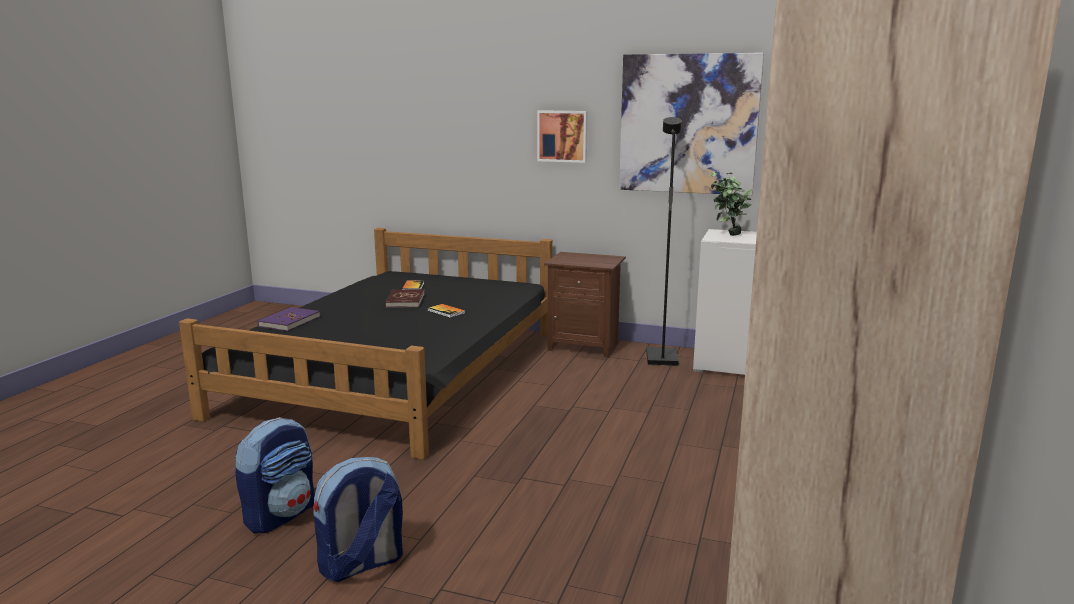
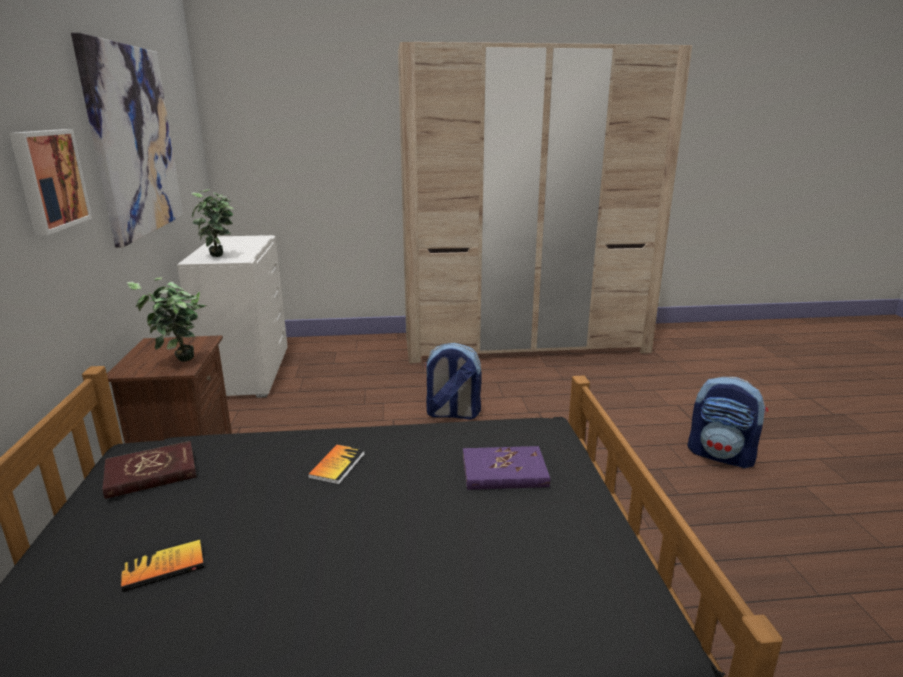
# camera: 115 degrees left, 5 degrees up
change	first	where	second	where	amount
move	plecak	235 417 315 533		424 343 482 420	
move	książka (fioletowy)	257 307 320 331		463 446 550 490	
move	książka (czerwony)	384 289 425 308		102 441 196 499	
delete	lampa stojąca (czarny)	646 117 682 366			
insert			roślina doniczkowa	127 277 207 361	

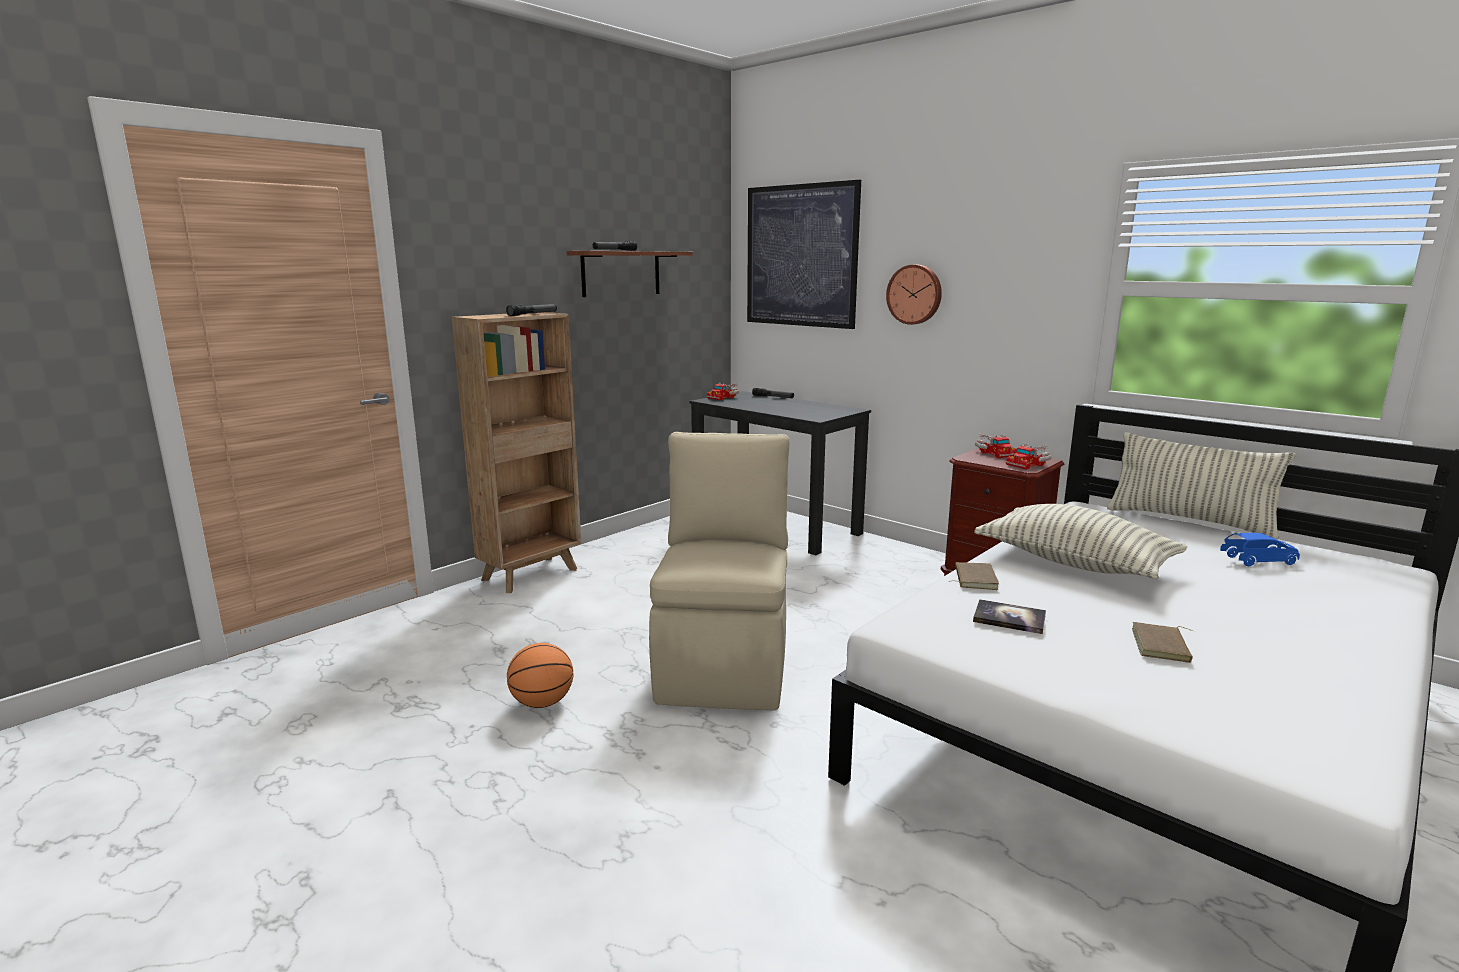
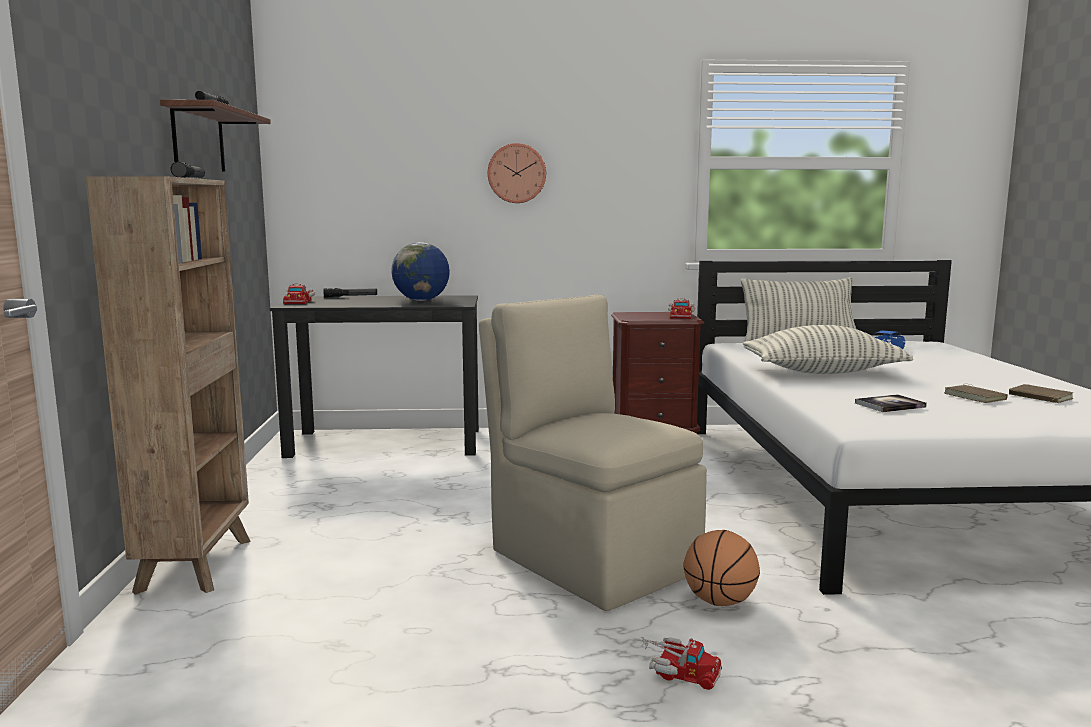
# camera: 45 degrees left, 5 degrees down
change	first	where	second	where	amount
move	piłka do koszykówki	507 643 574 708		683 530 760 606	
delete	obraz	747 180 861 329			
move	książka (brązowy)	948 562 999 590		1009 384 1074 403	
move	ciężarówka zabawkowa	975 434 1017 458		639 637 722 690	
insert			globus	391 242 450 301	

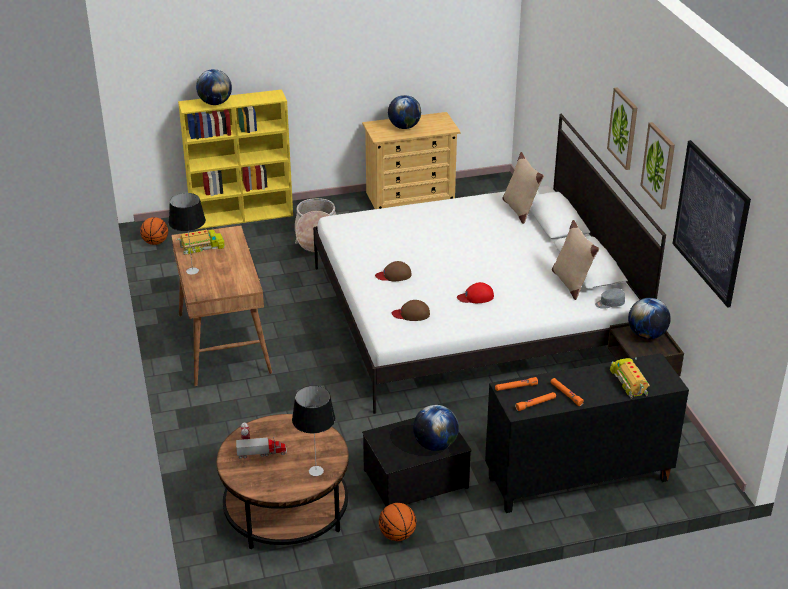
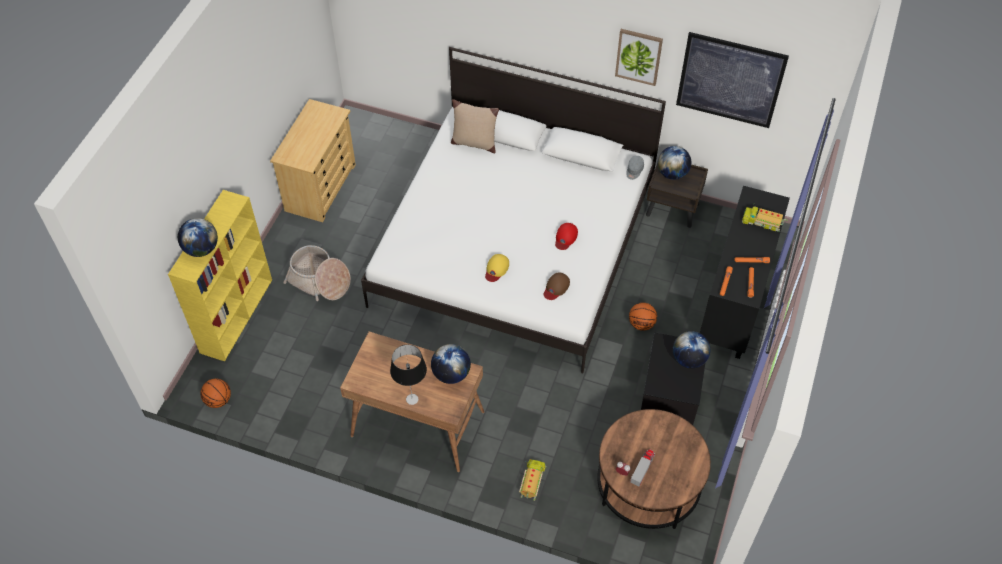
# camera: 55 degrees left, 20 degrees up
change	first	where	second	where	amount
move	ciężarówka zabawkowa	176 227 225 255		519 459 547 501	
delete	lampa stołowa	292 386 335 476			
recolor	czapka z daszkiem (brązowy)	375 261 412 281	czapka z daszkiem (żółty)	485 254 509 282	
move	piłka do koszykówki	379 503 416 541		629 302 657 331	
move	globus	388 95 421 129		431 344 471 384	
delete	poduszka (beżowy)	552 220 599 300			
delete	obraz	607 87 637 170			

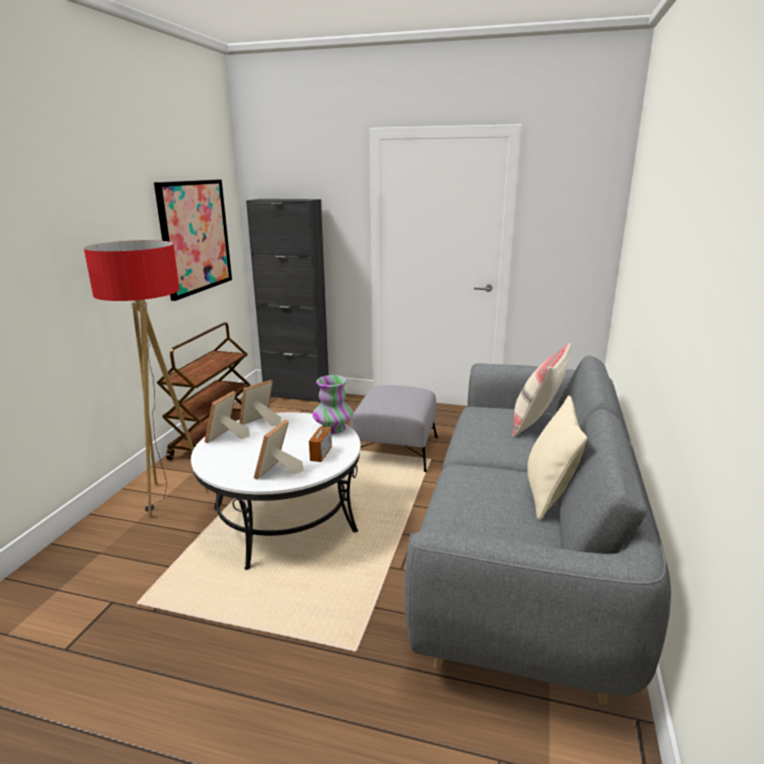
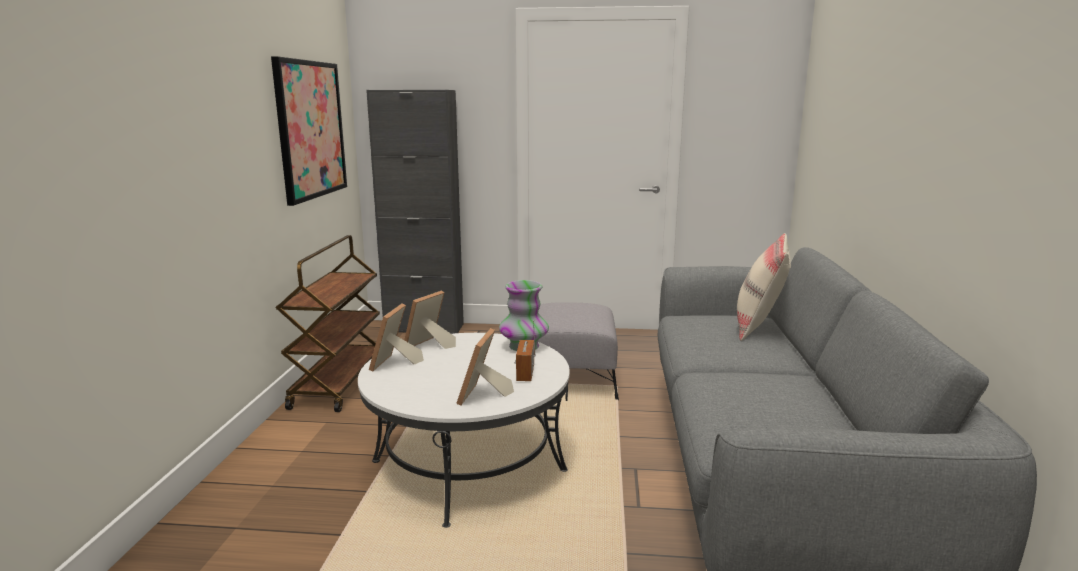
# camera: 10 degrees left, 5 degrees down
change	first	where	second	where	amount
delete	lampa stojąca	84 240 208 518			
delete	poduszka (beżowy)	527 395 587 521			

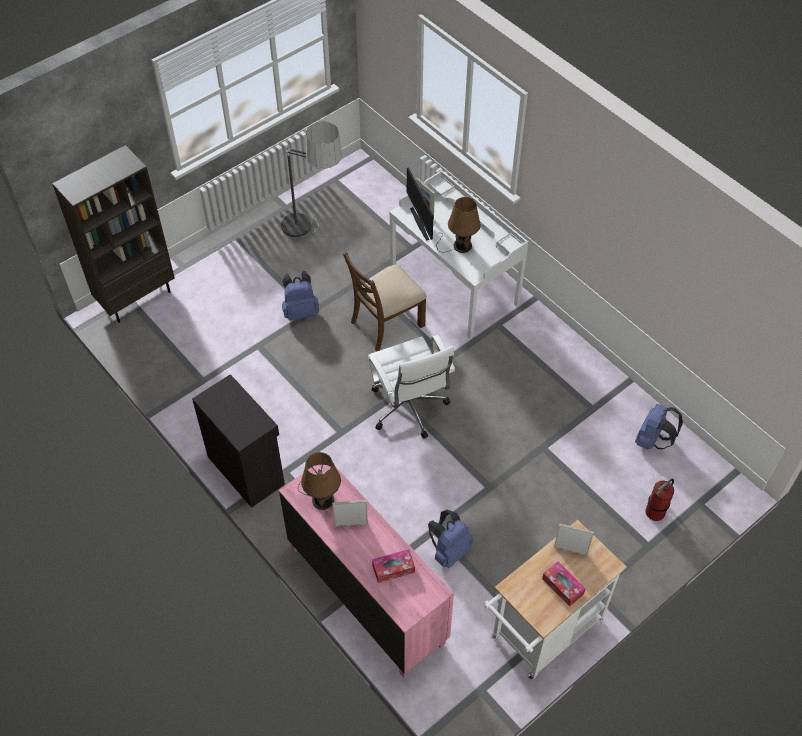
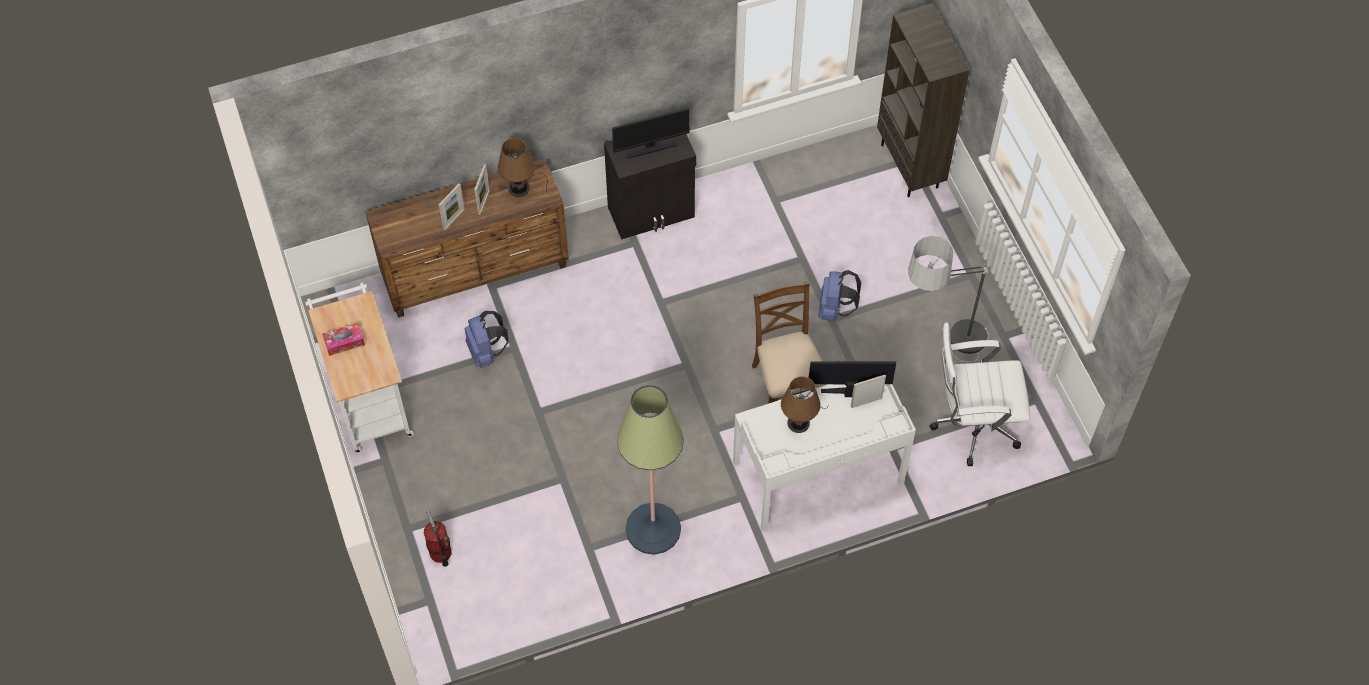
# camera: 110 degrees right, 5 degrees up
change	first	where	second	where	amount
recolor	komoda (różowy)	279 465 454 677	komoda (brązowy)	365 159 569 318	
move	krzesło biurowe (biały)	368 335 455 438		930 323 1030 466	
delete	pudełko chusteczek	372 549 415 583			
move	ramka na zdjęcie	554 524 594 555		439 183 465 230	
delete	plecak (niebieski)	635 404 683 450			
insert			monitor	612 108 689 158	
insert			lampa stojąca	617 385 684 555	

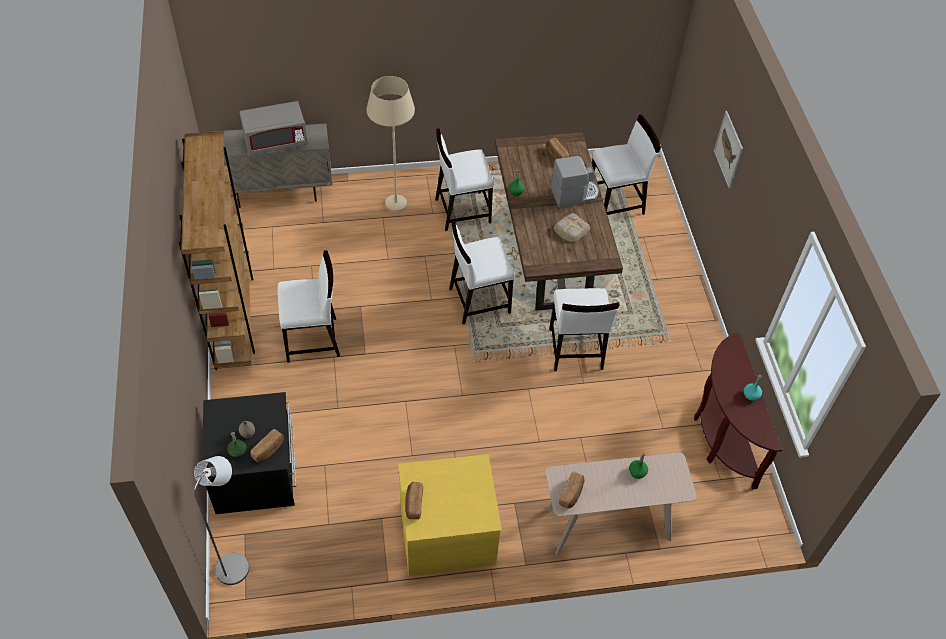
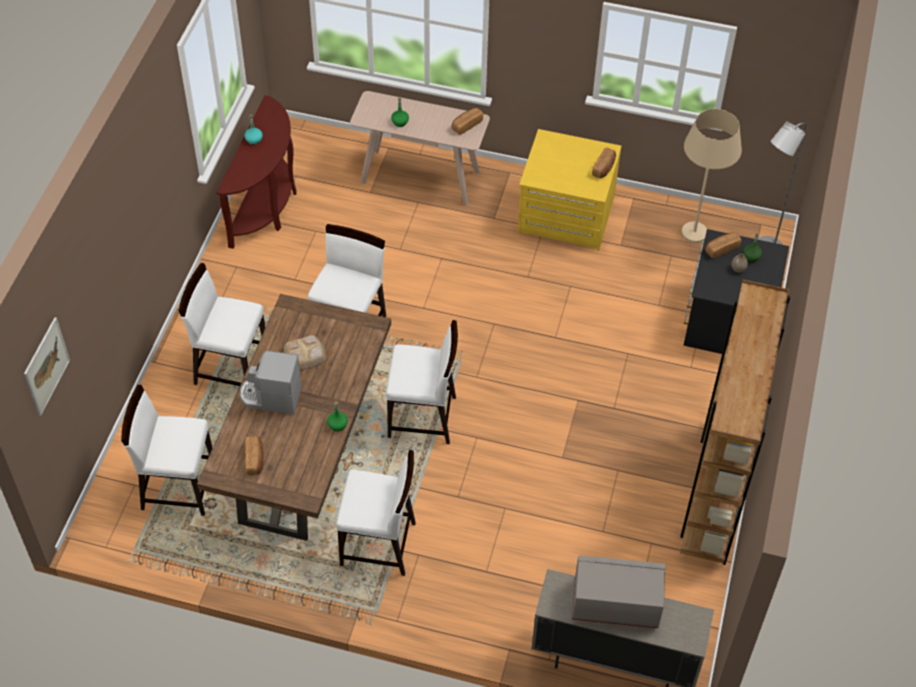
# camera: 155 degrees left, 0 degrees up
change	first	where	second	where	amount
move	krzesło (biały)	277 250 340 363		179 263 265 386	
move	lampa stojąca (beżowy)	367 76 415 212		682 109 742 243	
move	obraz	714 111 743 188		24 317 70 416	

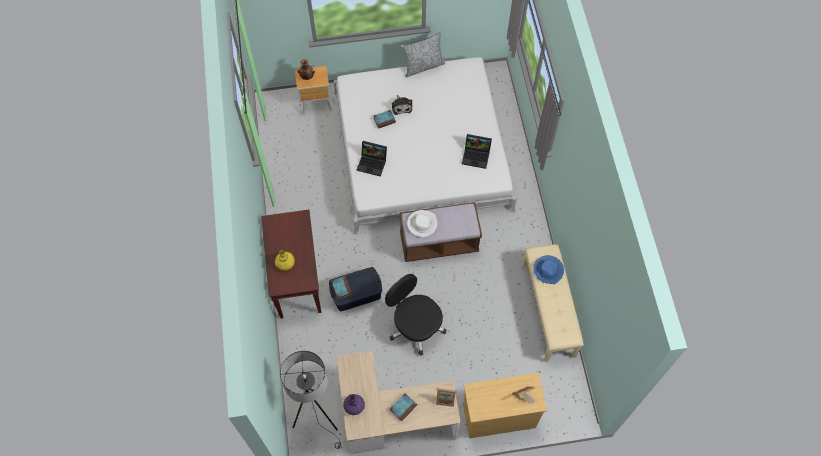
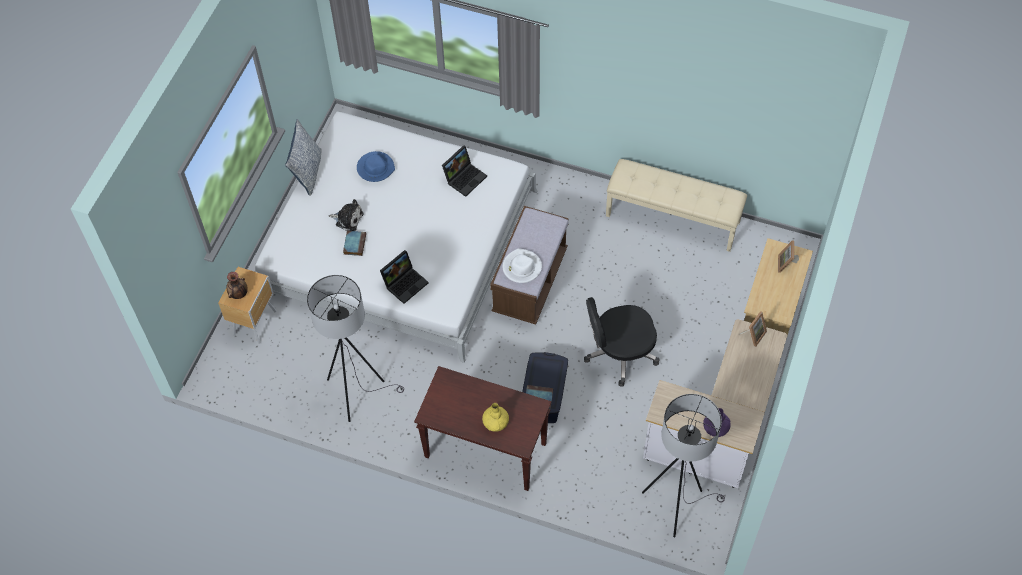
# camera: 60 degrees left, 5 degrees down
change	first	where	second	where	amount
delete	książka	390 393 417 421			
move	kapelusz (niebieski)	533 255 564 284		357 151 395 182	
insert			lampa stojąca (szary)	307 275 404 422	

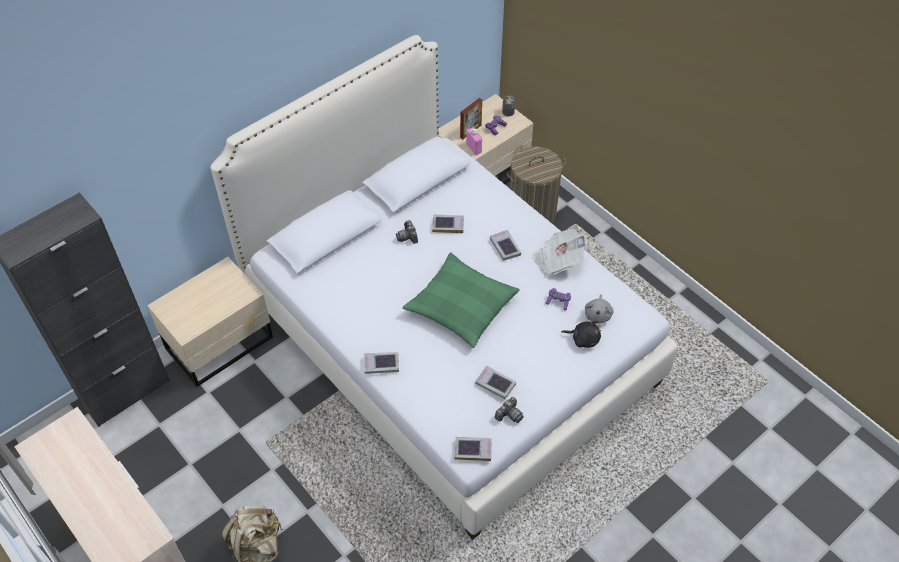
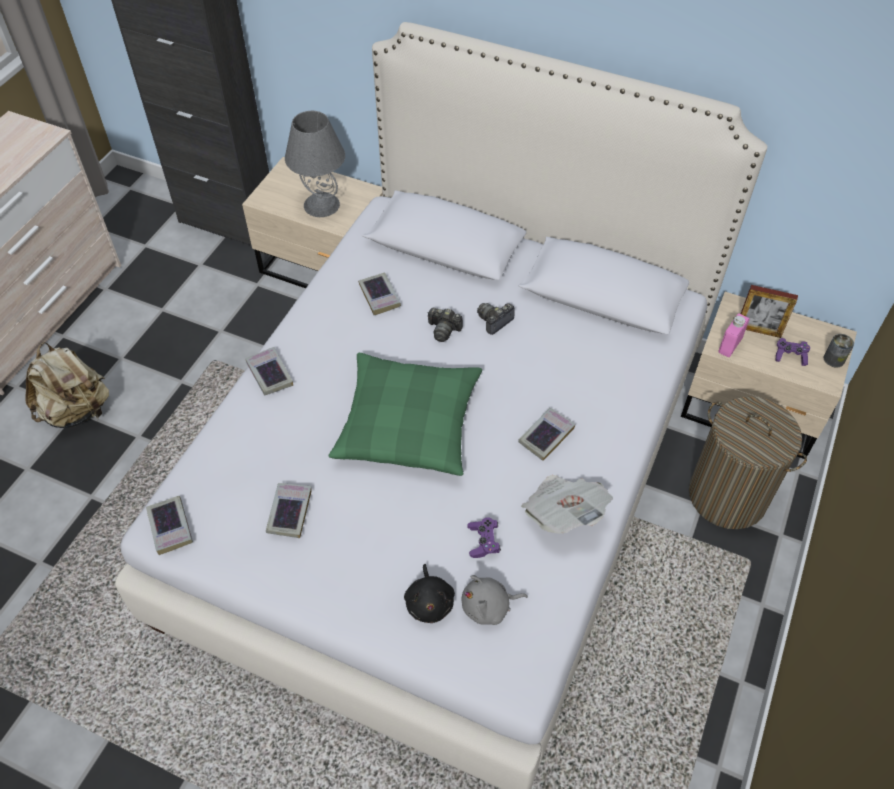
# camera: 65 degrees right, 0 degrees up
change	first	where	second	where	amount
move	książka	432 215 464 233		358 272 401 315	
move	aparat fotograficzny	495 397 524 423		427 308 463 342	
insert			lampa stołowa (szary)	285 111 345 217	

